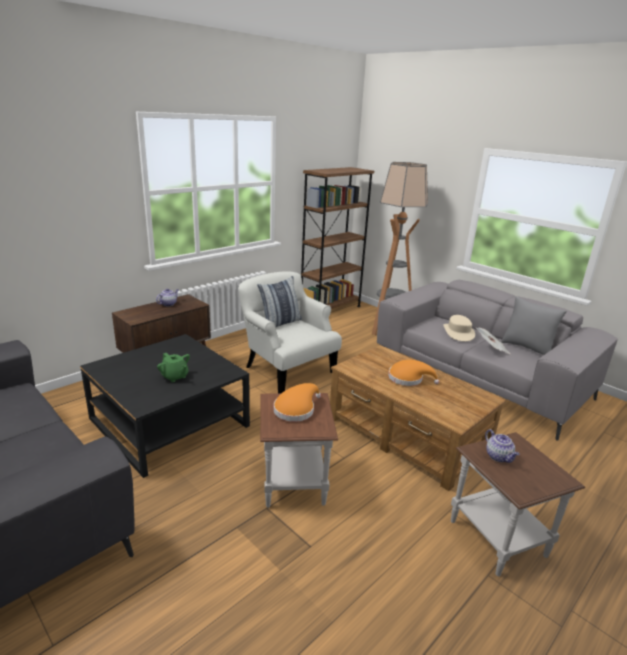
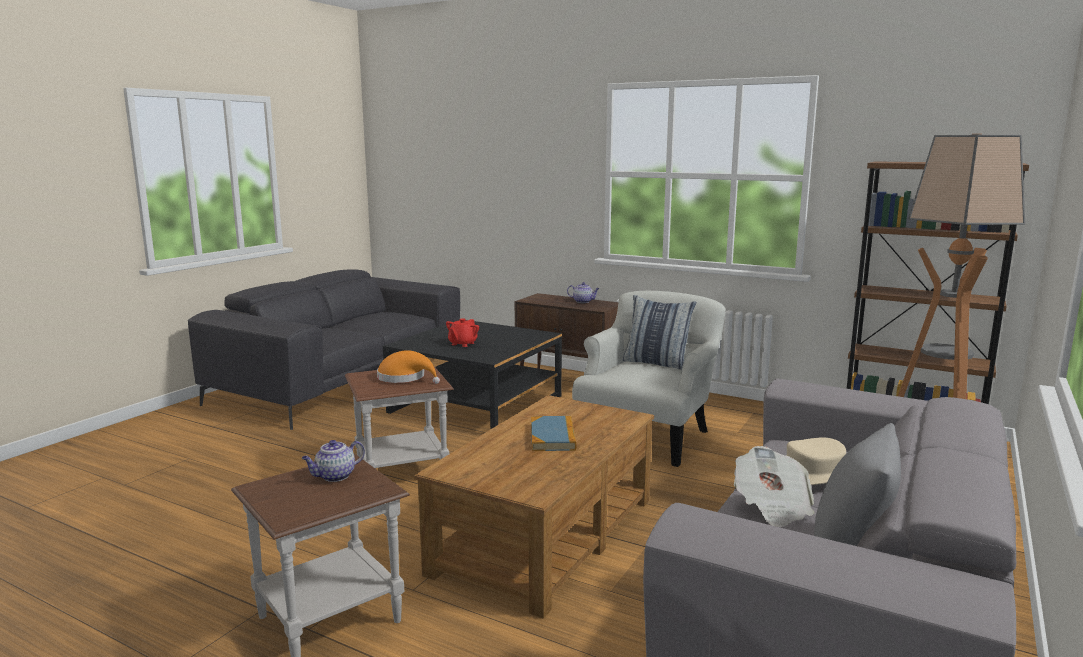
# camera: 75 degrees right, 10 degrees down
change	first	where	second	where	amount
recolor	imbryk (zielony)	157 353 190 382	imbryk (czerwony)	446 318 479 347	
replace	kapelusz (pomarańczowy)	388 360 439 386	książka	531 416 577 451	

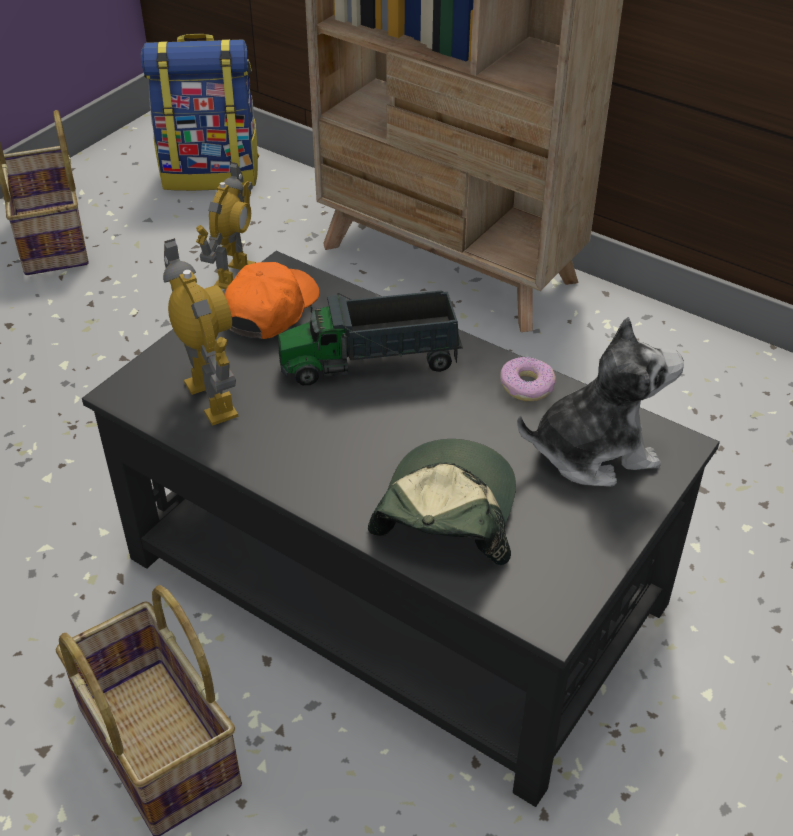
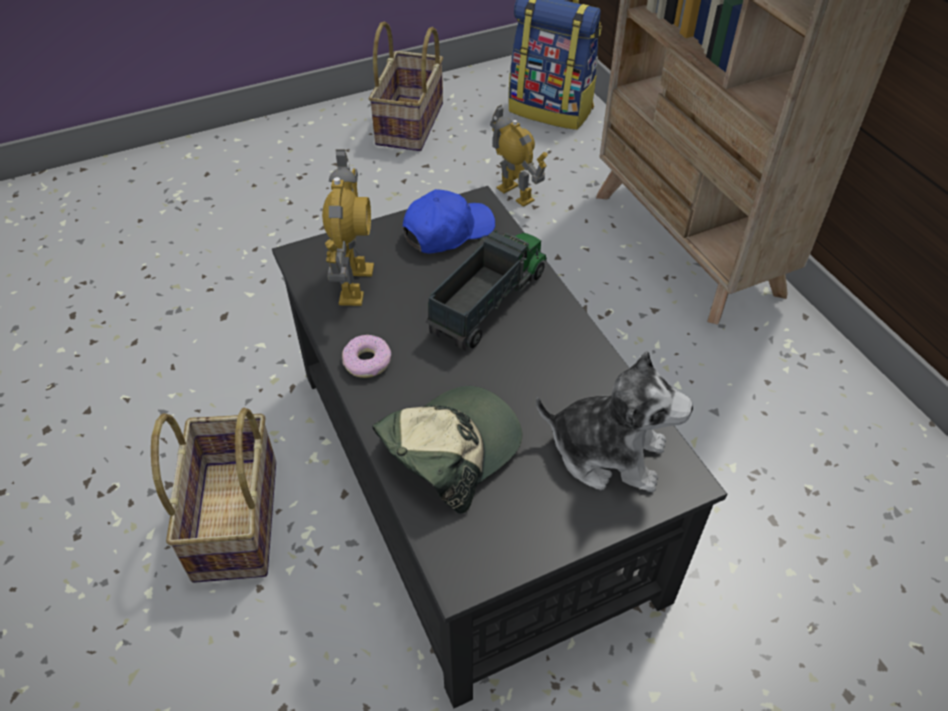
# camera: 30 degrees right, 5 degrees up
change	first	where	second	where	amount
rotate	robot zabawkowy	196 162 256 289		490 105 547 207	90 degrees counterclockwise
recolor	czapka z daszkiem (pomarańczowy)	224 262 320 339	czapka z daszkiem (niebieski)	403 189 495 254	
rotate	ciężarówka zabawkowa	278 290 463 386		426 230 547 351	105 degrees clockwise
move	donut	501 357 556 401		342 335 391 378	

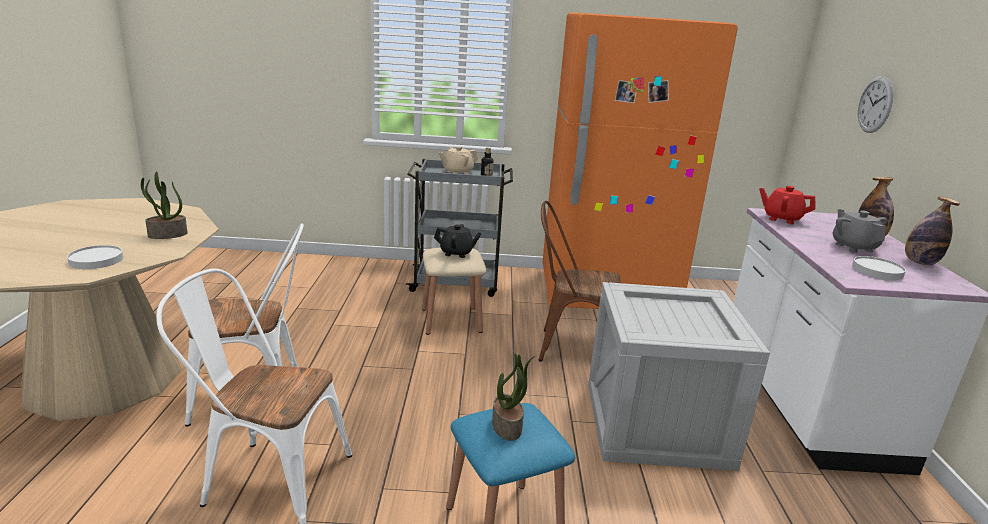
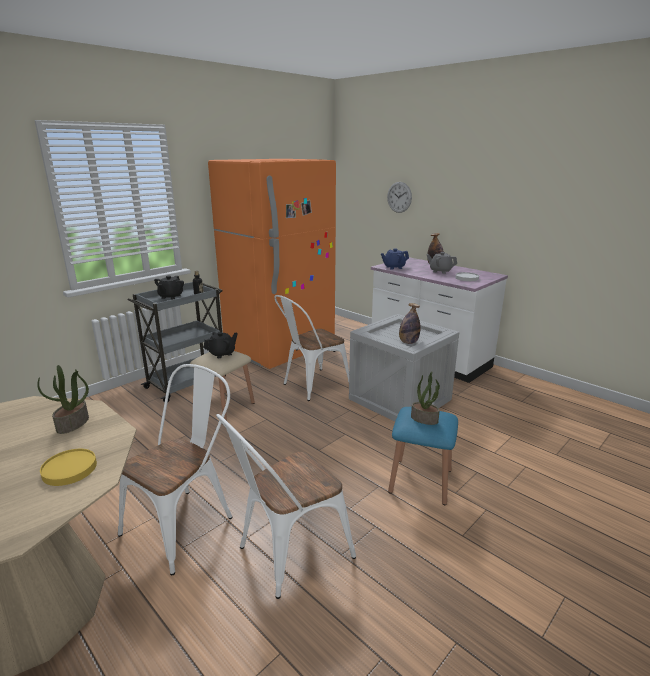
# camera: 45 degrees left, 0 degrees up
change	first	where	second	where	amount
recolor	talerz (biały)	67 245 123 269	talerz (żółty)	40 449 97 486	
recolor	imbryk (beżowy)	439 146 478 175	imbryk (czarny)	154 276 184 300	
recolor	krzesło (brązowy)	538 201 621 362	krzesło (biały)	274 295 349 401	
recolor	imbryk (czerwony)	759 186 816 224	imbryk (niebieski)	381 249 409 270	
move	butelka	905 196 960 265		399 303 421 344	

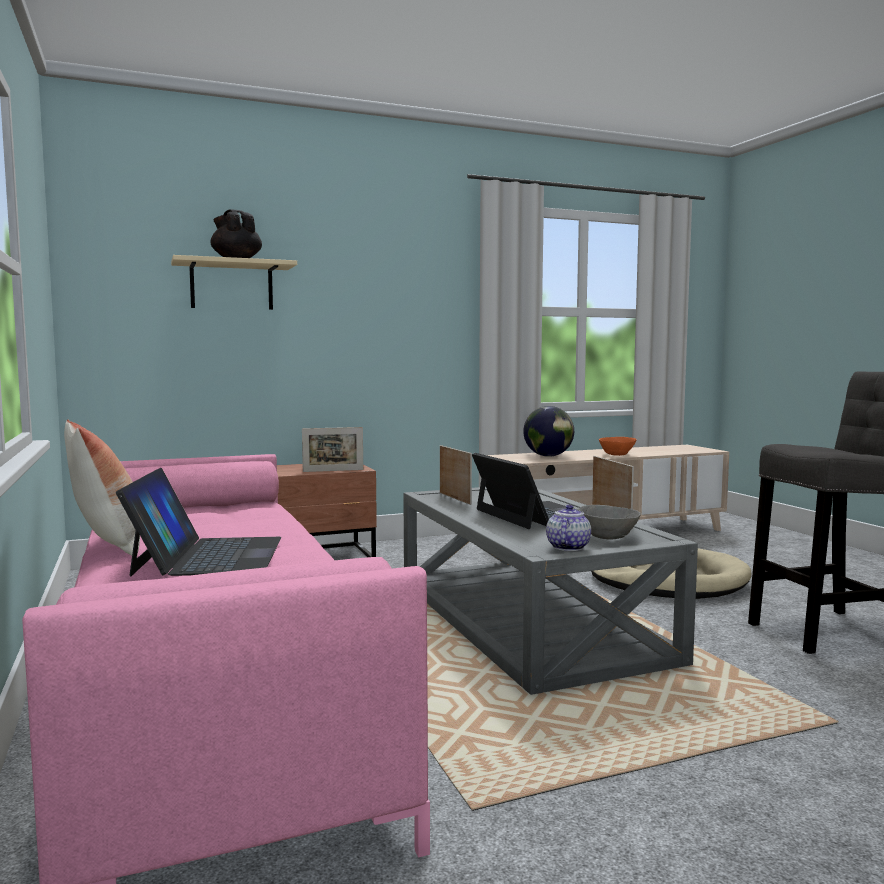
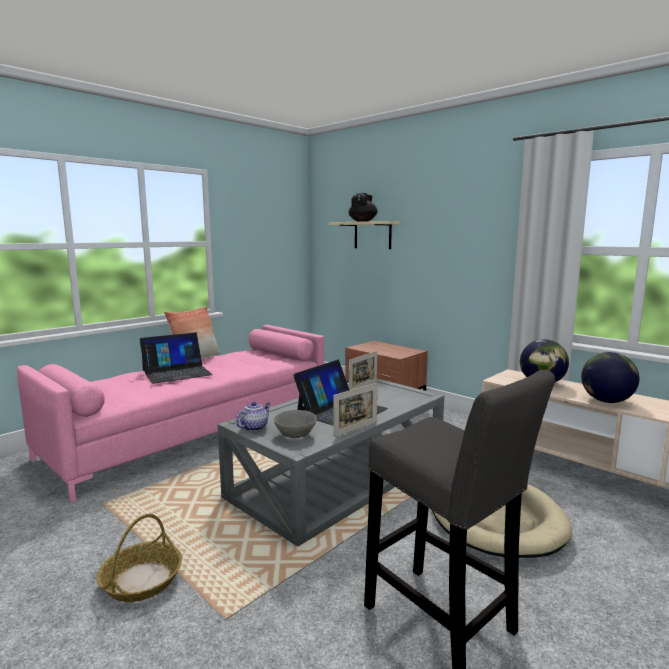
# camera: 65 degrees right, 5 degrees up
change	first	where	second	where	amount
delete	ramka na zdjęcie	302 427 363 472			
rotate	imbryk	546 504 591 551		236 402 271 431	45 degrees counterclockwise
replace	miska (pomarańczowy)	599 437 636 456	globus	581 352 639 403	
insert			koszyk	97 514 182 602	

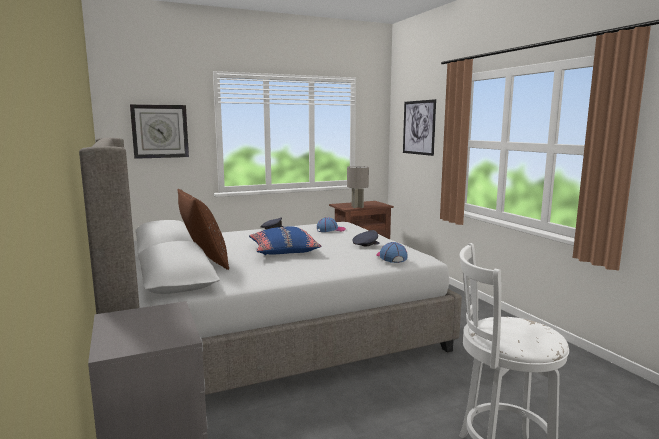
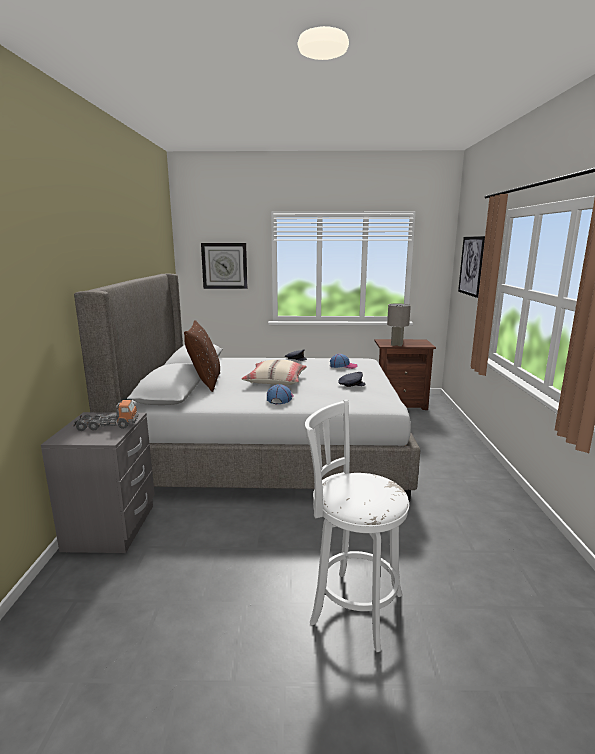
# camera: 25 degrees right, 5 degrees up
change	first	where	second	where	amount
recolor	poduszka (niebieski)	249 226 322 255	poduszka (beżowy)	242 360 307 385	
move	czapka z daszkiem	376 242 408 263		267 384 293 404	
insert			ciężarówka zabawkowa	73 400 139 431	

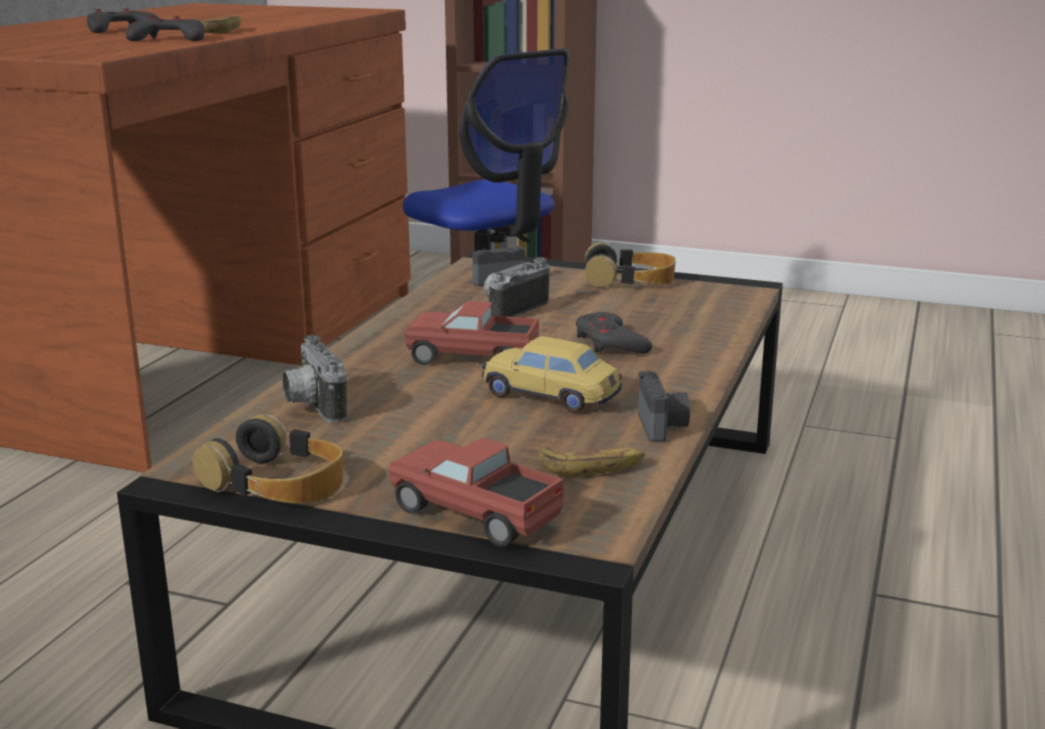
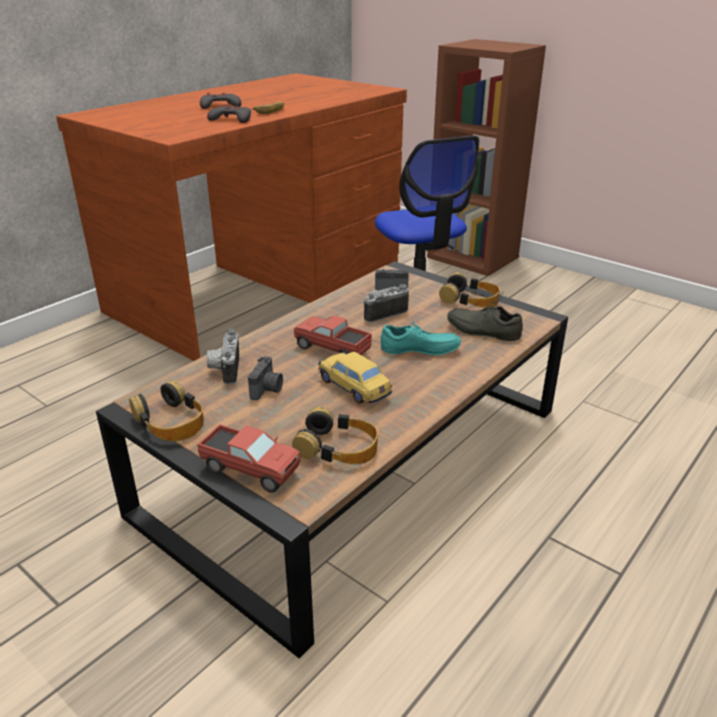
# camera: 20 degrees right, 10 degrees up
change	first	where	second	where	amount
rotate	ciężarówka zabawkowa	389 438 564 547		198 424 300 493	150 degrees clockwise
replace	banan	539 446 645 477	słuchawki	292 407 378 464	
replace	pad do gier (szary)	576 312 652 354	but (turkusowy)	381 322 461 355	
move	aparat fotograficzny	638 371 690 442		248 356 283 400	
insert			but (szary)	447 293 523 341	

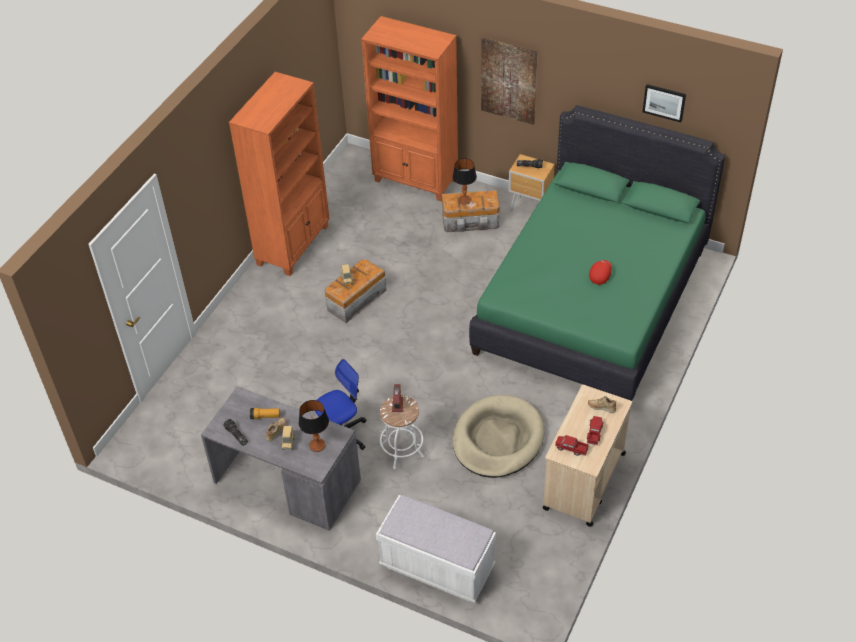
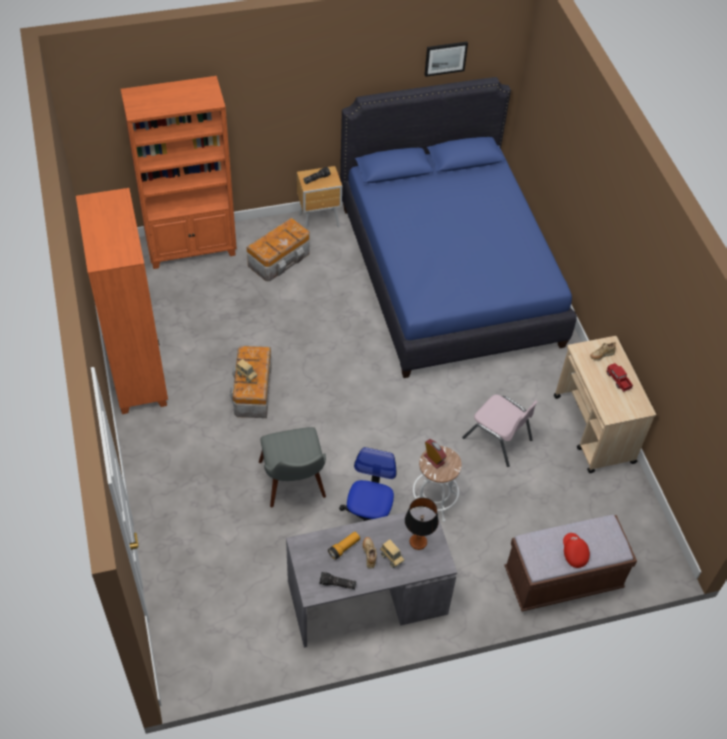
# camera: 45 degrees left, 5 degrees up
change	first	where	second	where	amount
recolor	ławka (biały)	376 495 496 603	ławka (brązowy)	504 515 637 611	
delete	lampa stołowa	453 158 477 205			
replace	legowisko (beżowy)	453 395 544 478	krzesło (różowy)	462 394 538 467	
recolor	łóżko (zielony)	469 105 725 401	łóżko (niebieski)	340 77 577 378	
delete	obraz	481 38 538 125			
delete	ciężarówka zabawkowa	555 435 589 456			
move	czapka z daszkiem (czerwony)	589 260 612 285		563 533 590 568	
insert			krzesło (szary)	259 427 326 508	

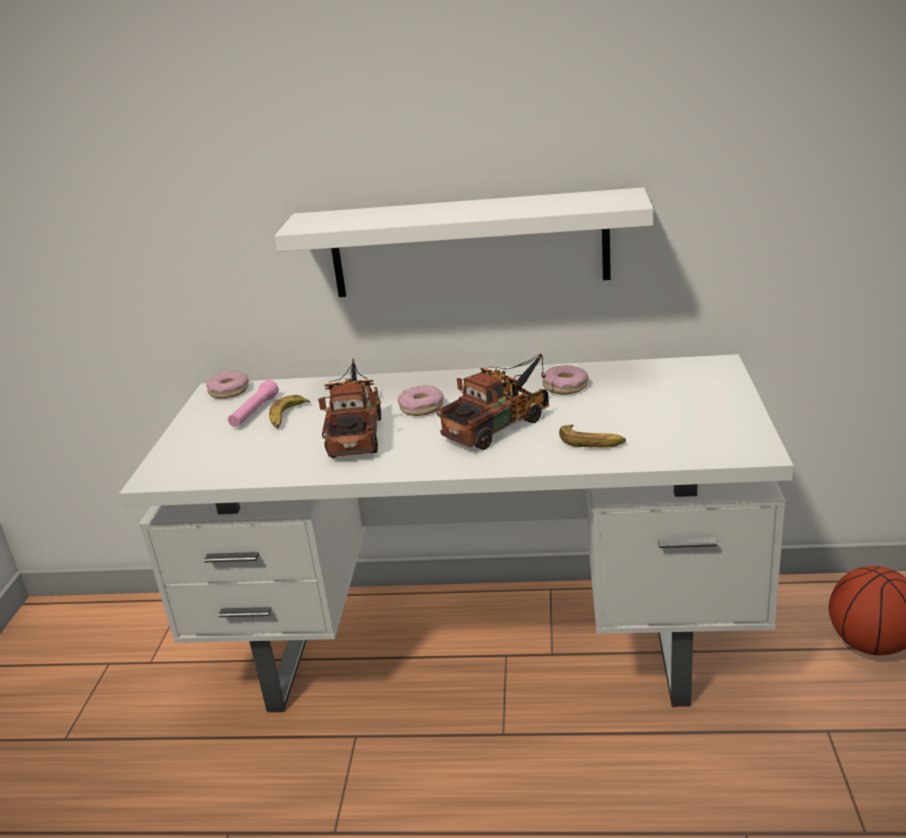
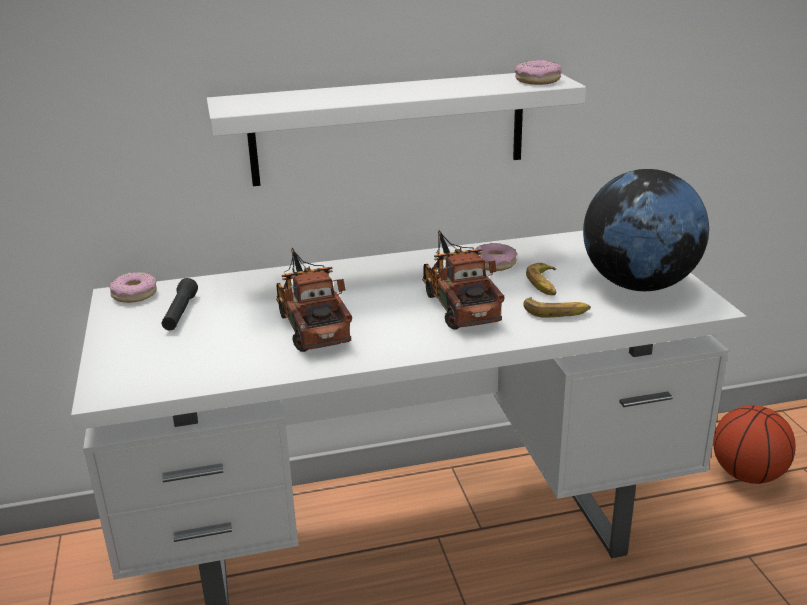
# camera: 20 degrees left, 0 degrees up
change	first	where	second	where	amount
recolor	latarka (różowy)	228 380 279 427	latarka (czarny)	162 278 198 331	
move	banan	269 395 310 428		526 263 556 296	
move	donut	398 385 444 416		515 60 562 85	
rotate	ciężarówka zabawkowa	436 354 549 450		422 230 505 329	45 degrees counterclockwise
insert			globus	583 169 709 291	

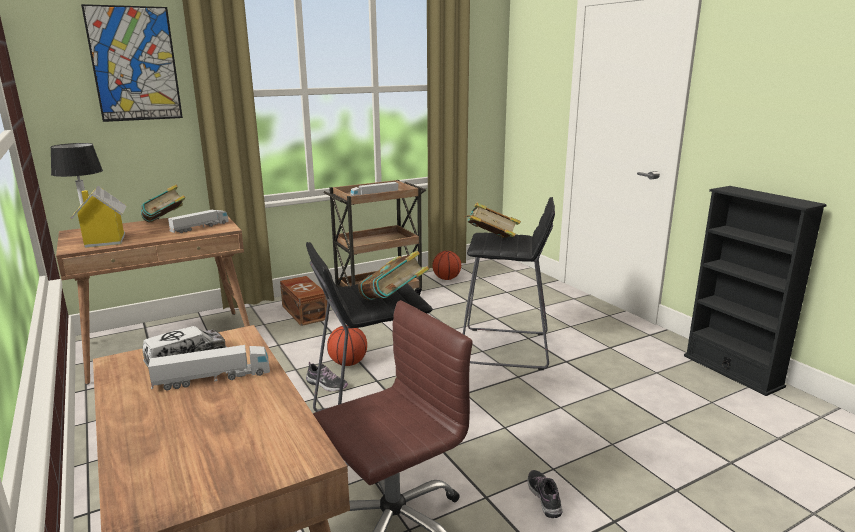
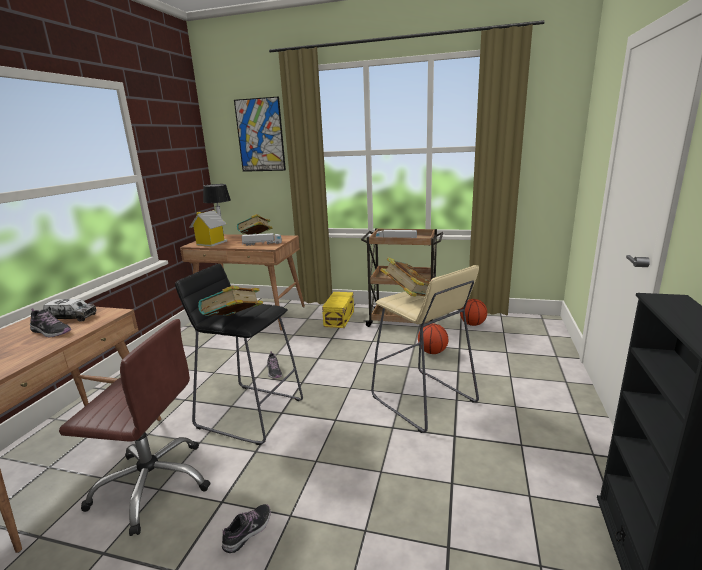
# camera: 45 degrees right, 0 degrees up
change	first	where	second	where	amount
replace	ciężarówka zabawkowa	148 345 270 390	but	30 308 71 337	
recolor	pojemnik do przechowywania (brązowy)	280 276 327 326	pojemnik do przechowywania (żółty)	322 292 354 328	
move	piłka do koszykówki	327 325 367 366		418 324 448 354	
recolor	stołek (czarny)	463 197 555 370	stołek (beżowy)	371 265 479 433	

